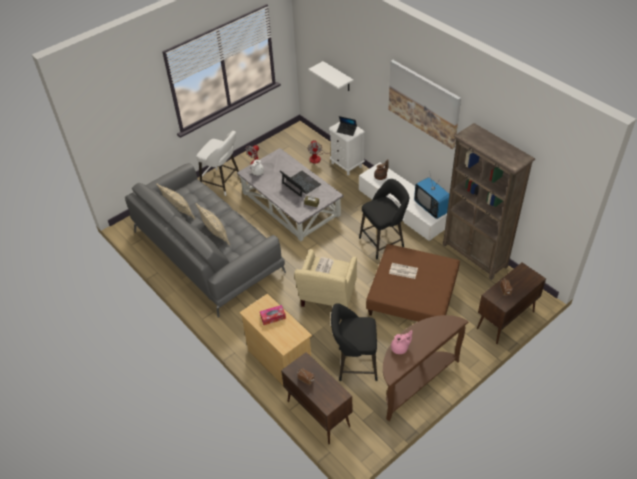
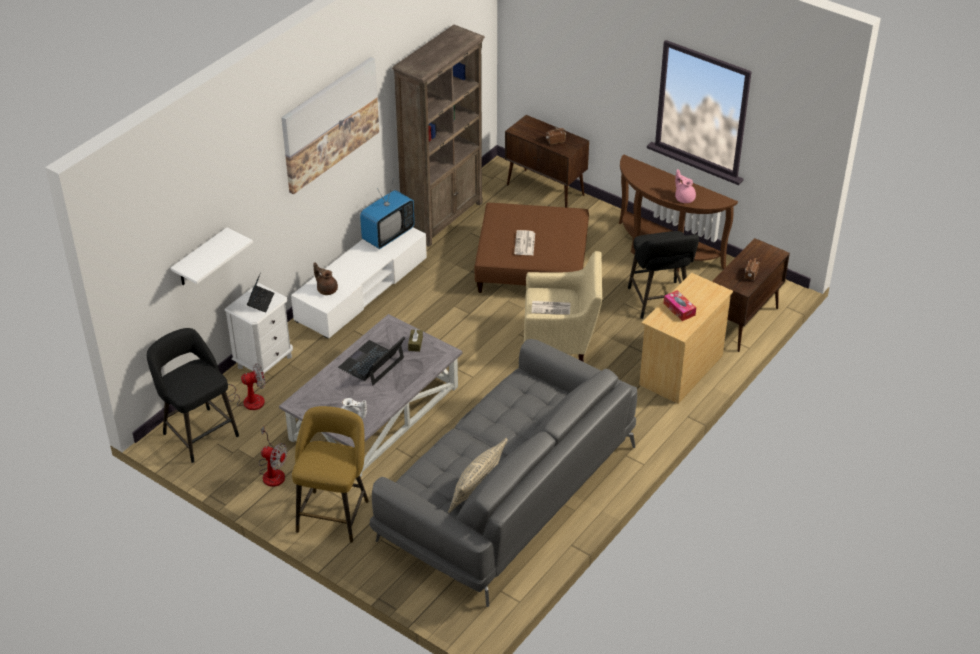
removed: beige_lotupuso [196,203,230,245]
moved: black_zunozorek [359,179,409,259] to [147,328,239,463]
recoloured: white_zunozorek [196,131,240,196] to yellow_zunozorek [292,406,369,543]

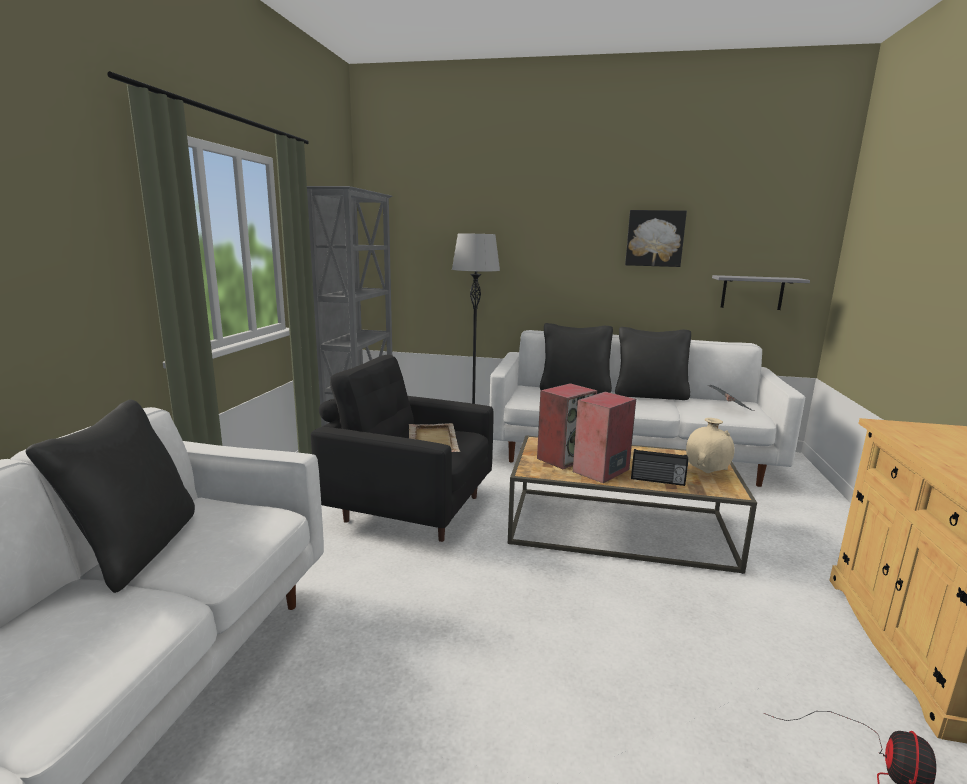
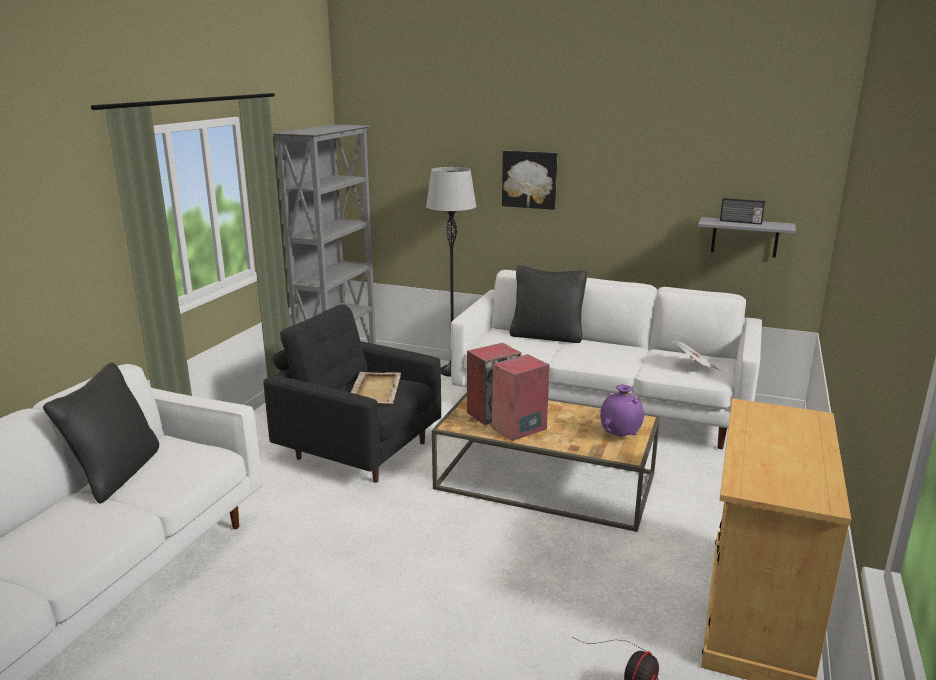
removed: black_lotupuso [615,327,691,400]
moved: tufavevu [625,210,687,267] to [502,151,558,210]; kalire [631,449,689,486] to [720,198,765,225]
recoloured: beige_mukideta [686,418,735,473] to purple_mukideta [600,385,644,437]

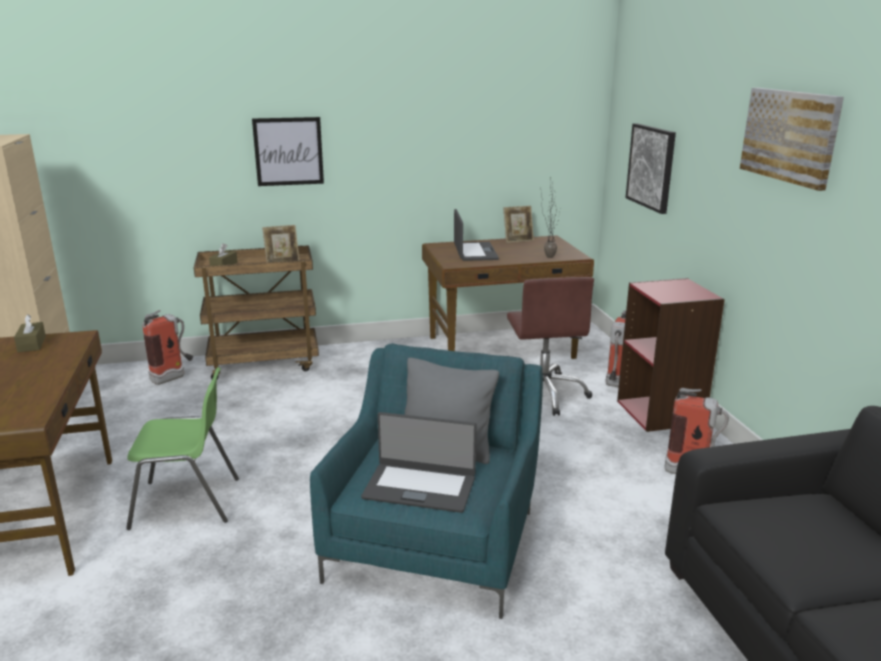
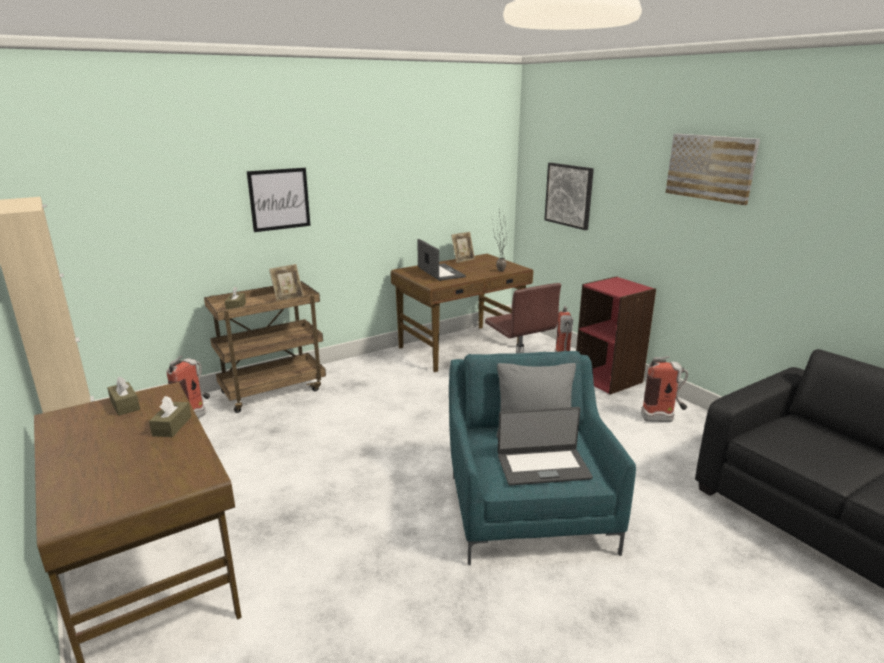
removed: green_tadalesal [126,367,239,530]
added: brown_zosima [149,396,191,437]

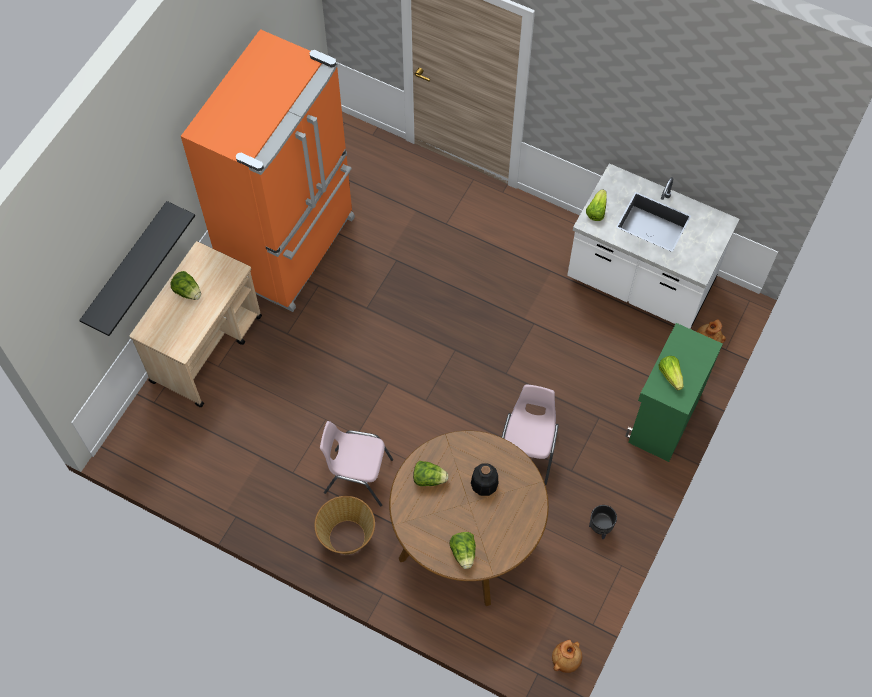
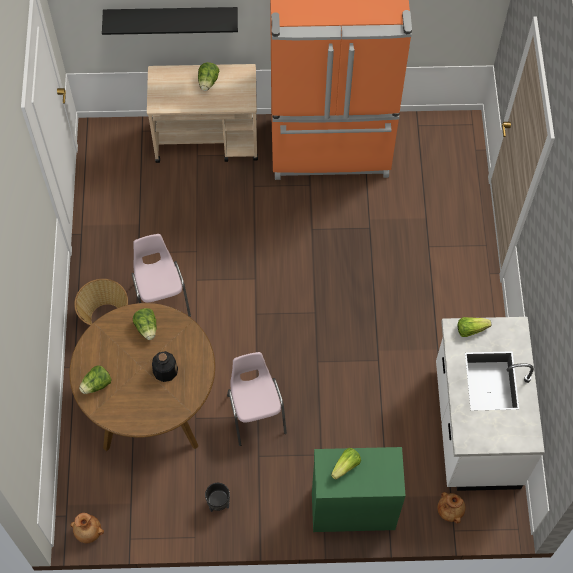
turned: pink_tadalesal [502,384,559,485] = [227,352,287,446] 90 degrees counterclockwise

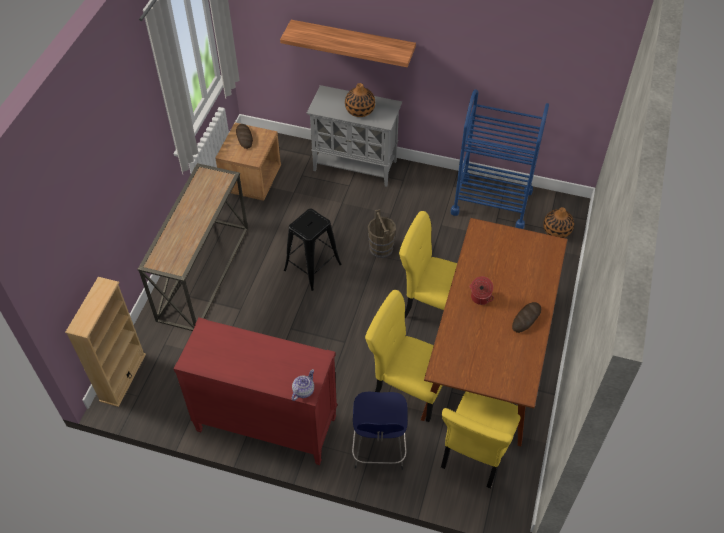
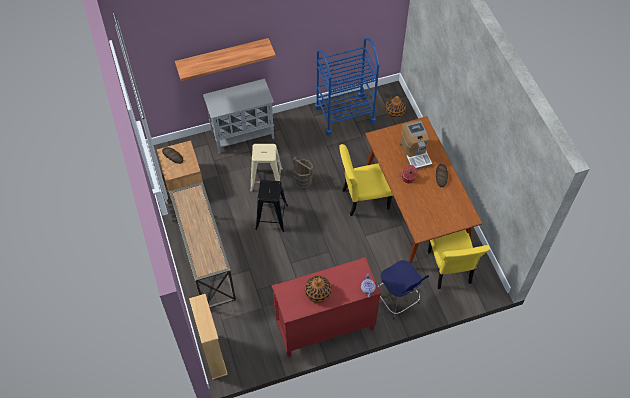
removed: yellow_tadalesal [365,290,443,422]
added: beige_zunozorek [250,144,282,191]; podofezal [399,120,432,170]
moved: mukideta [345,83,375,117] to [305,276,332,303]

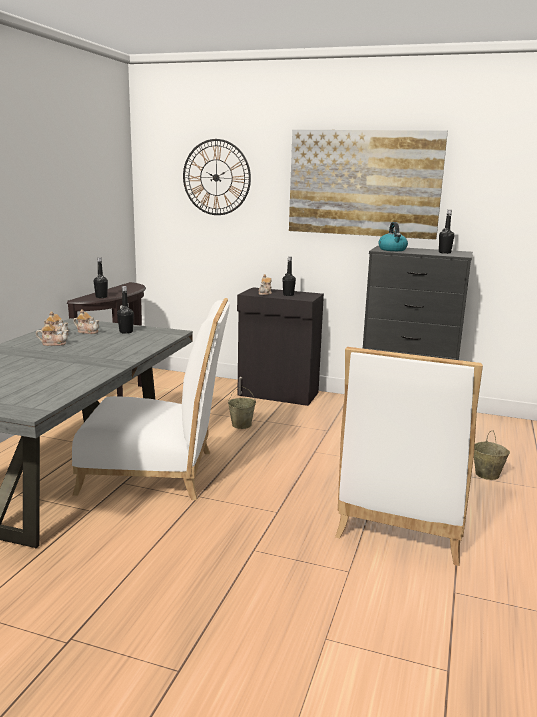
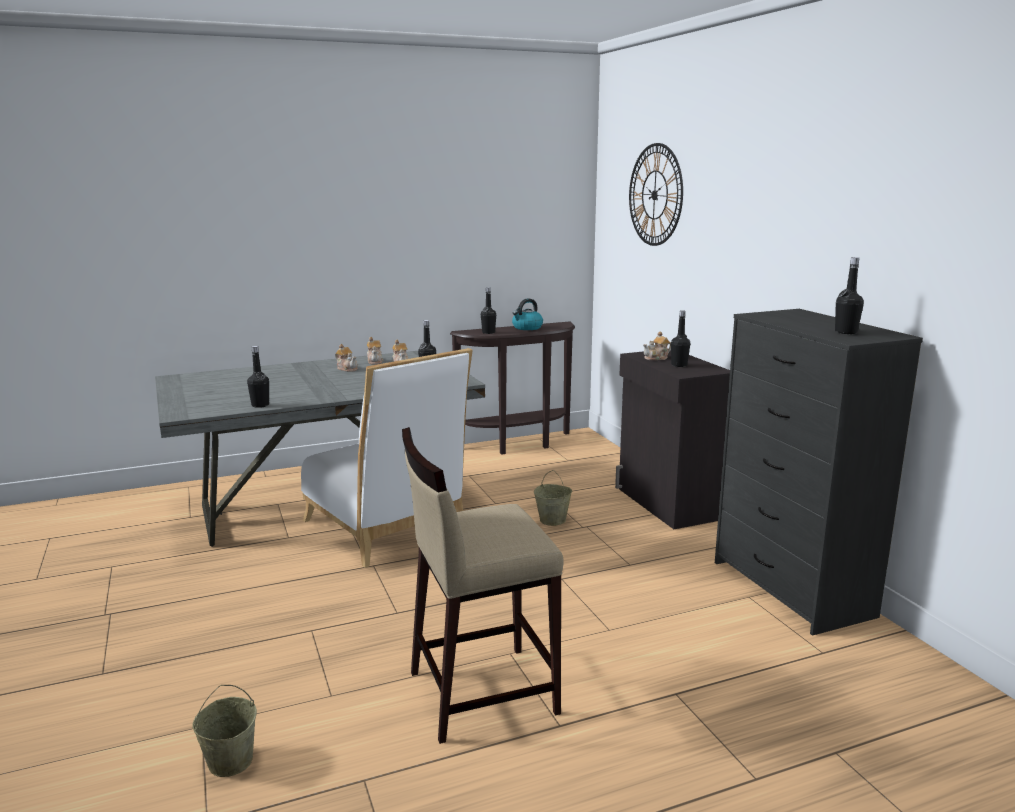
removed: tufavevu [289,130,448,240]
added: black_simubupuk [247,346,269,408]
moved: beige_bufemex [474,431,510,480] to [192,685,257,777]; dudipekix [378,222,408,251] to [512,298,543,330]
replaced: white_tadalesal [335,347,483,566] to beige_zunozorek [402,427,564,744]

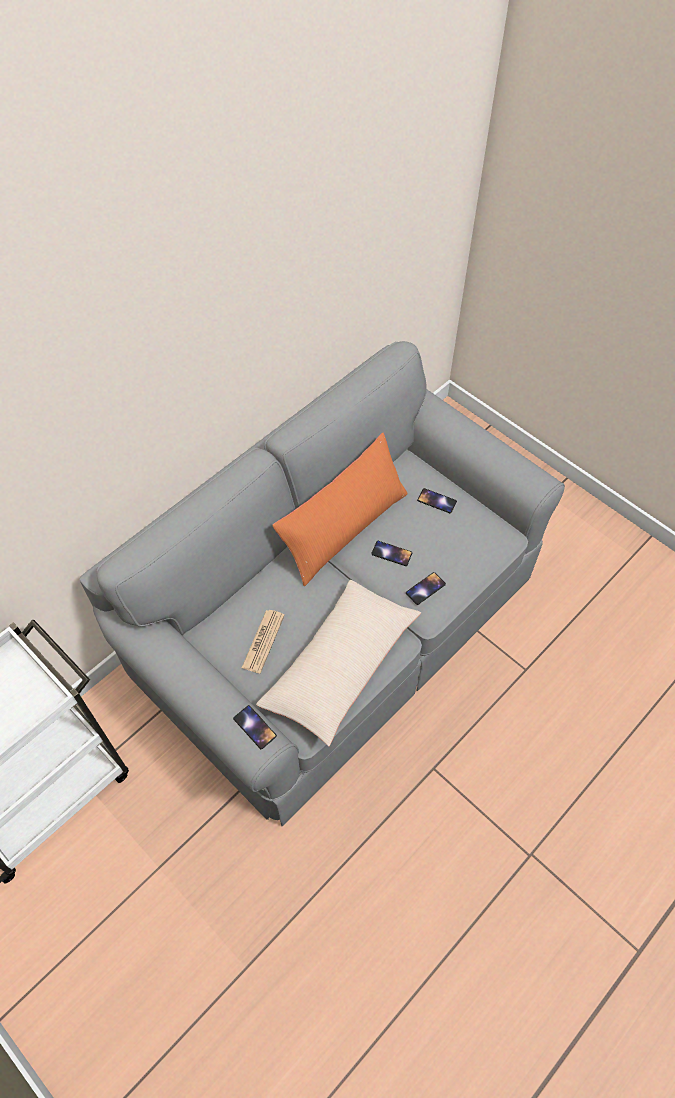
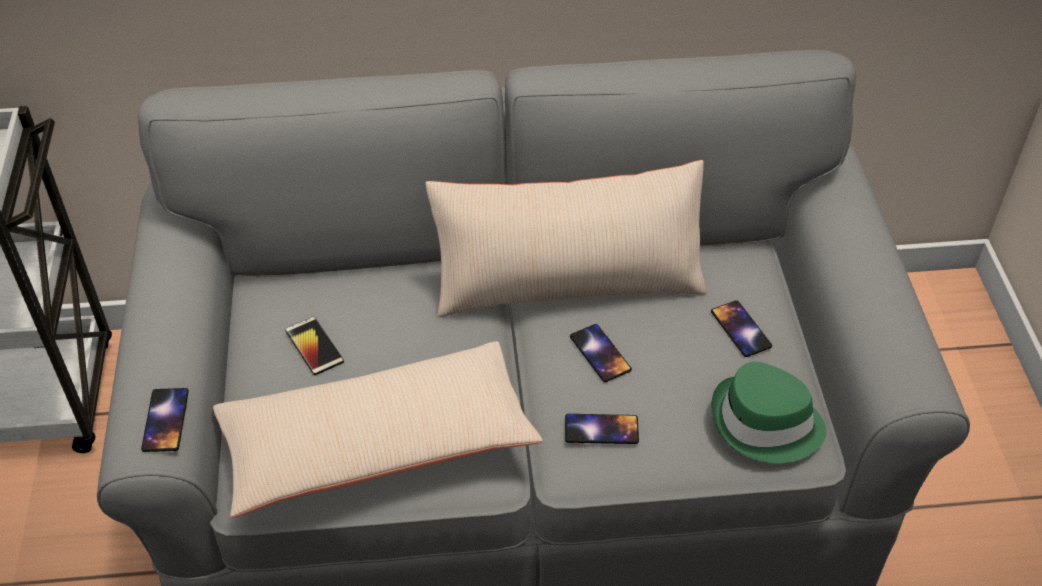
added: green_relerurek [711,362,827,464]
replaced: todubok [242,610,285,673] to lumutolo [285,316,344,375]
recoloured: orange_lotupuso [272,433,408,586] to beige_lotupuso [426,160,706,317]

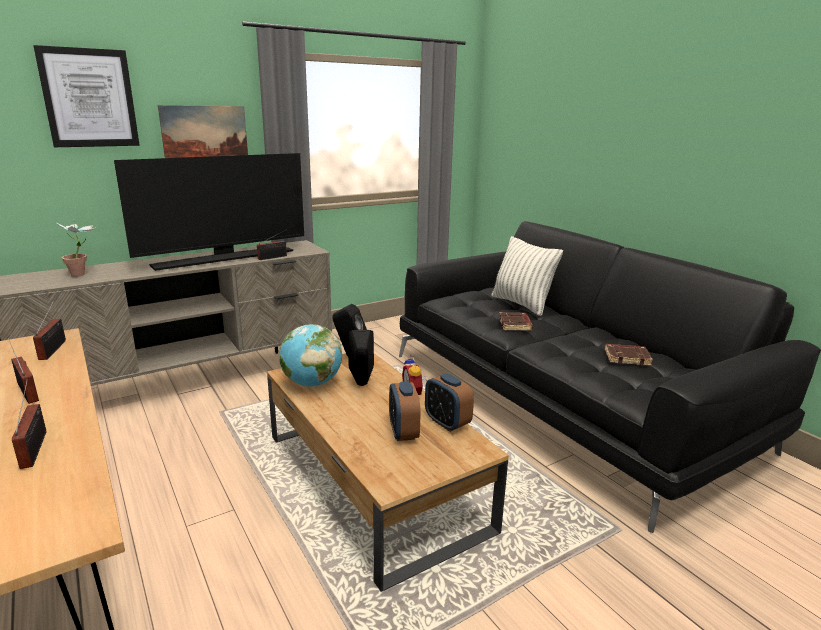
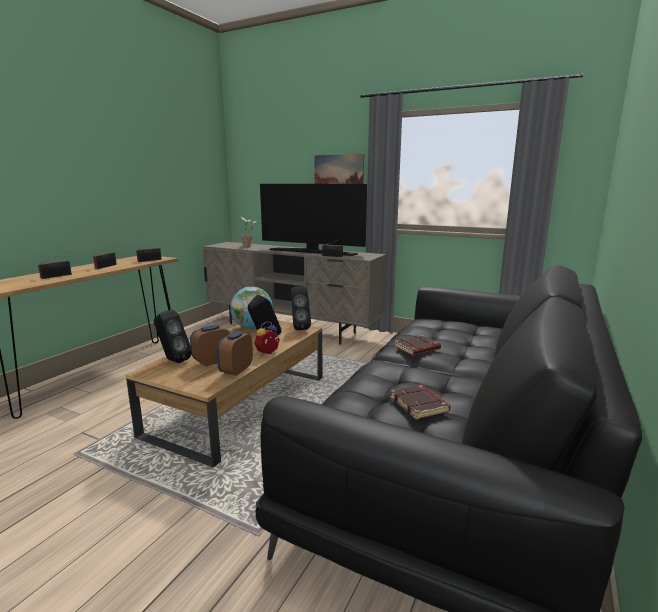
removed: tufavevu [33,45,140,147]; lotupuso [491,236,563,316]
added: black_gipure [154,310,192,363]

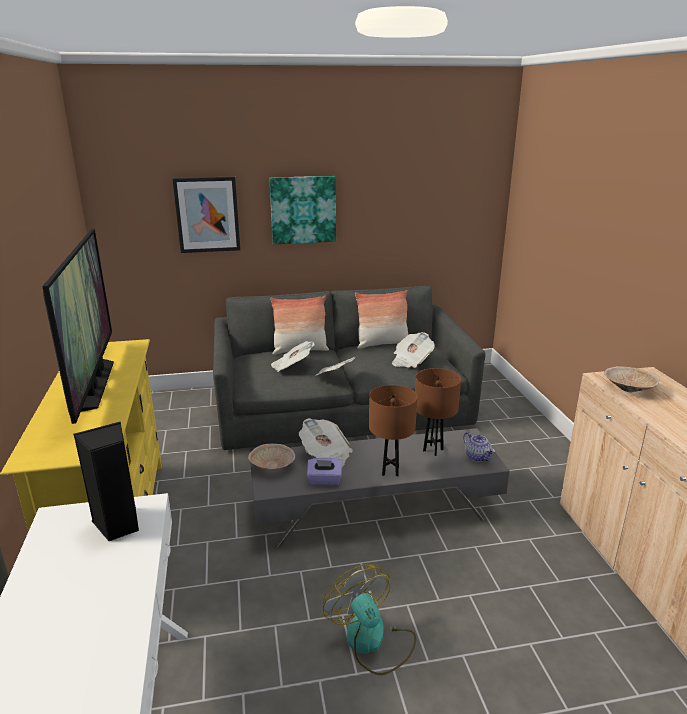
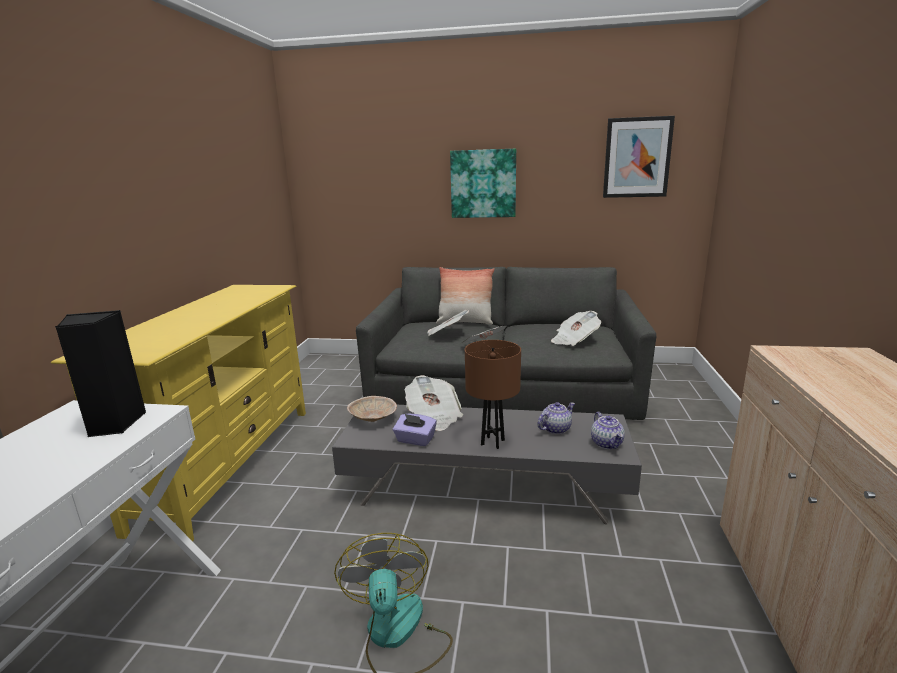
removed: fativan [42,229,114,424]; lotupuso [355,290,408,349]; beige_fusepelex [604,366,659,392]
moved: tufavevu [172,176,240,253] to [603,116,675,198]
replaced: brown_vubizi [415,368,461,456] to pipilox [537,402,575,434]

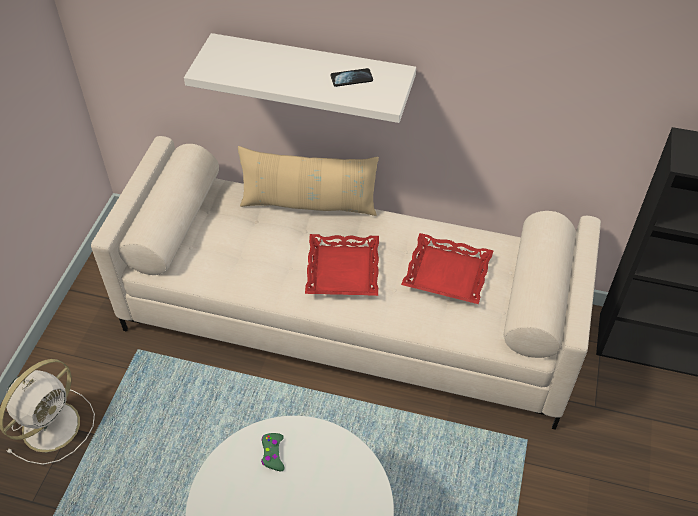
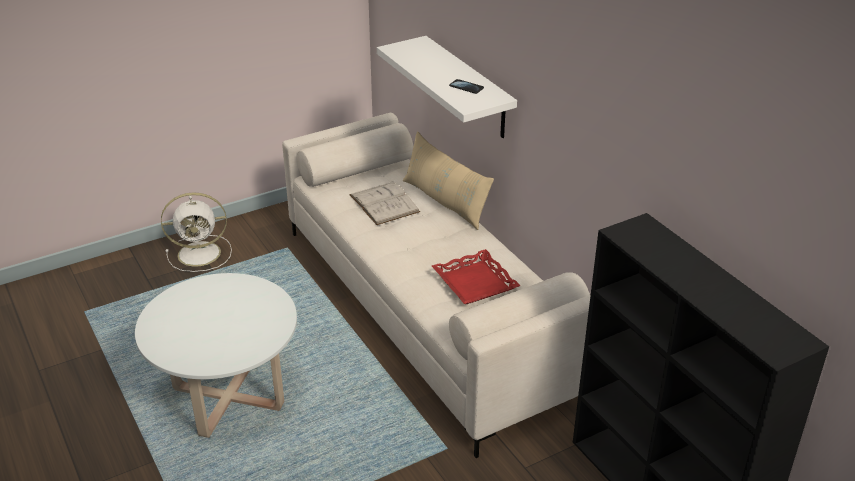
removed: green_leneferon [261,433,285,471]; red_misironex [305,234,379,296]
added: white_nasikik [349,181,420,225]

